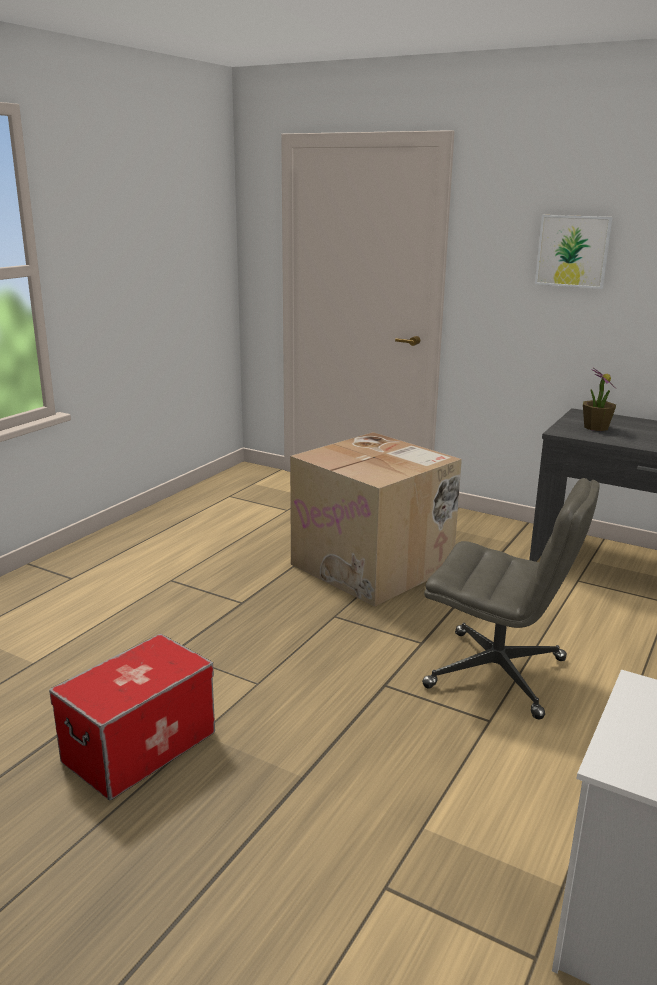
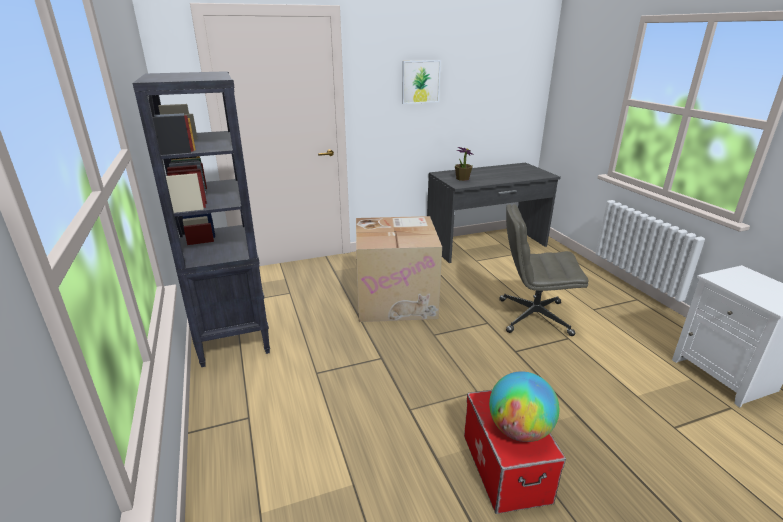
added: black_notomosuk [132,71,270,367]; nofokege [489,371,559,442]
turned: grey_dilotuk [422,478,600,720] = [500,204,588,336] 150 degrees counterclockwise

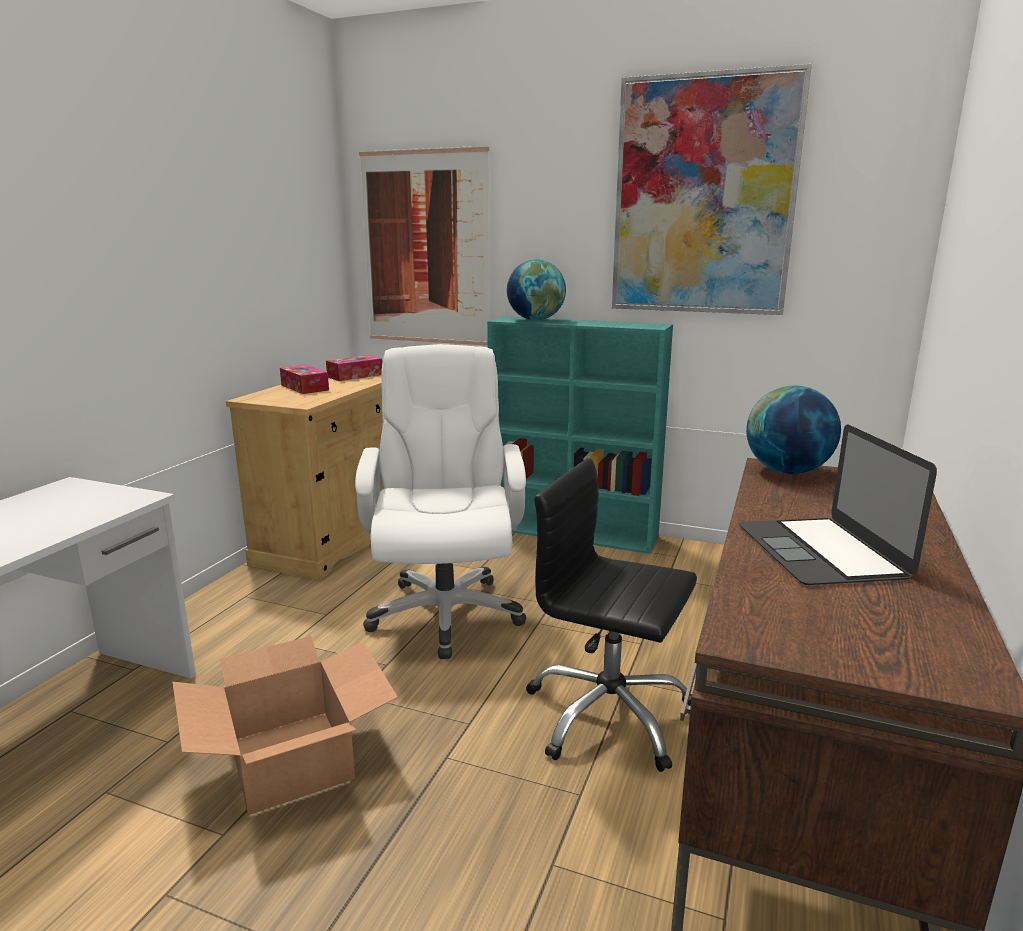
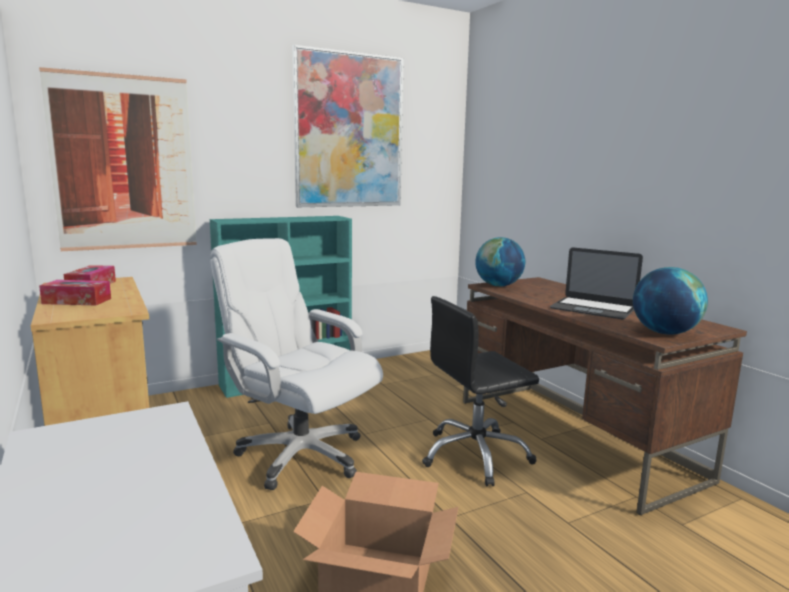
moved: nofokege [507,260,566,320] to [633,267,708,335]

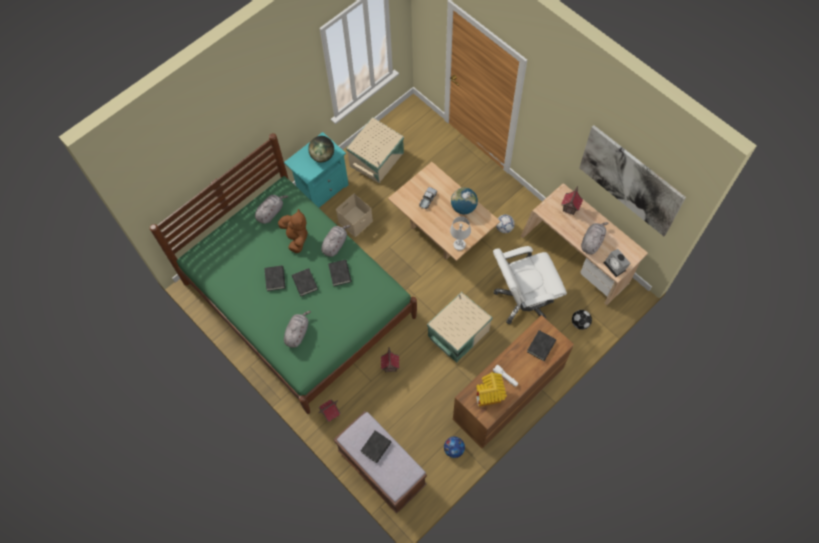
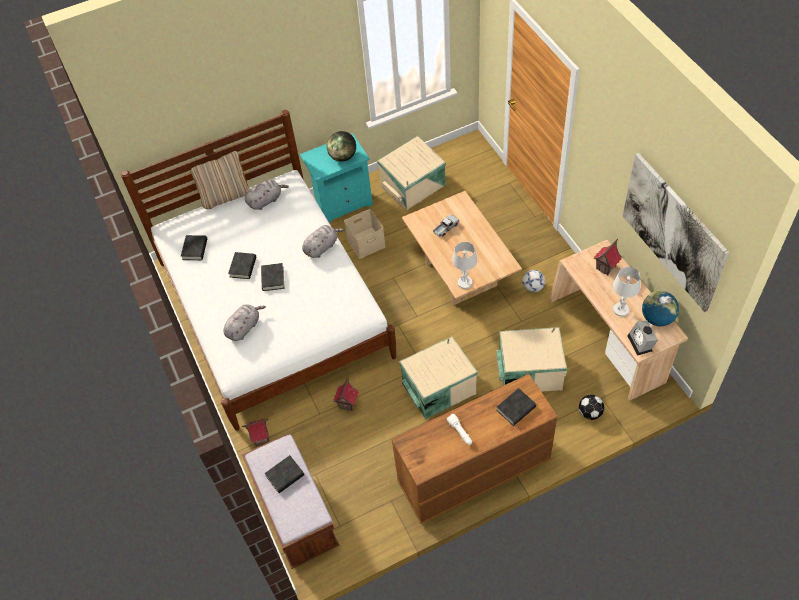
removed: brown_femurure [278,209,308,253]; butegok [444,437,465,458]; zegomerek [476,372,507,407]
added: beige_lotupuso [190,151,250,209]
moved: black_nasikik [328,260,351,286] to [181,235,207,260]; nofokege [451,188,478,214] to [642,291,679,326]
replaced: white_dilotuk [493,246,567,324] to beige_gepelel [496,327,567,392]; grey_femurure [581,222,608,254] to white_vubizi [613,267,640,316]
recoloured: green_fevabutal [150,133,417,414] to white_fevabutal [121,110,396,431]

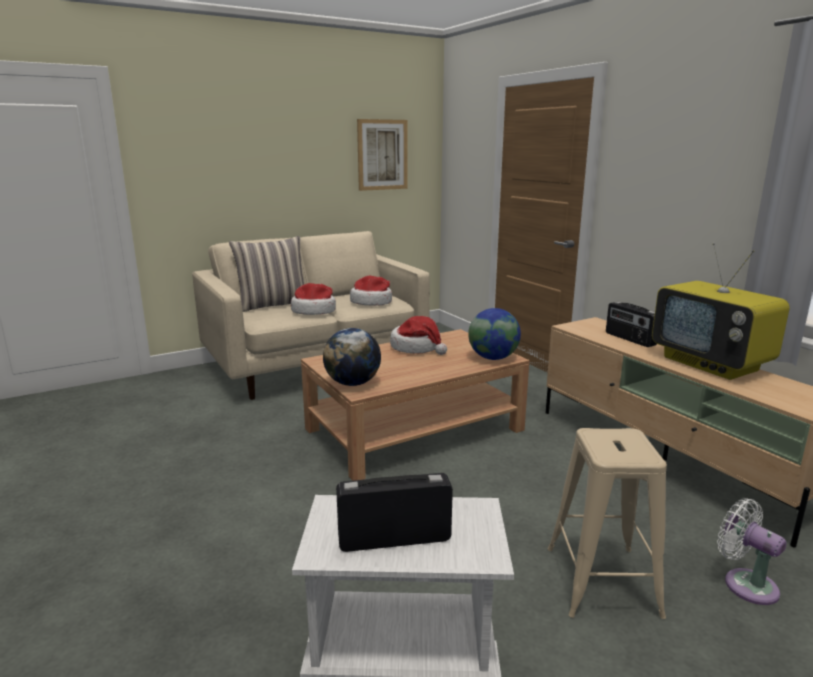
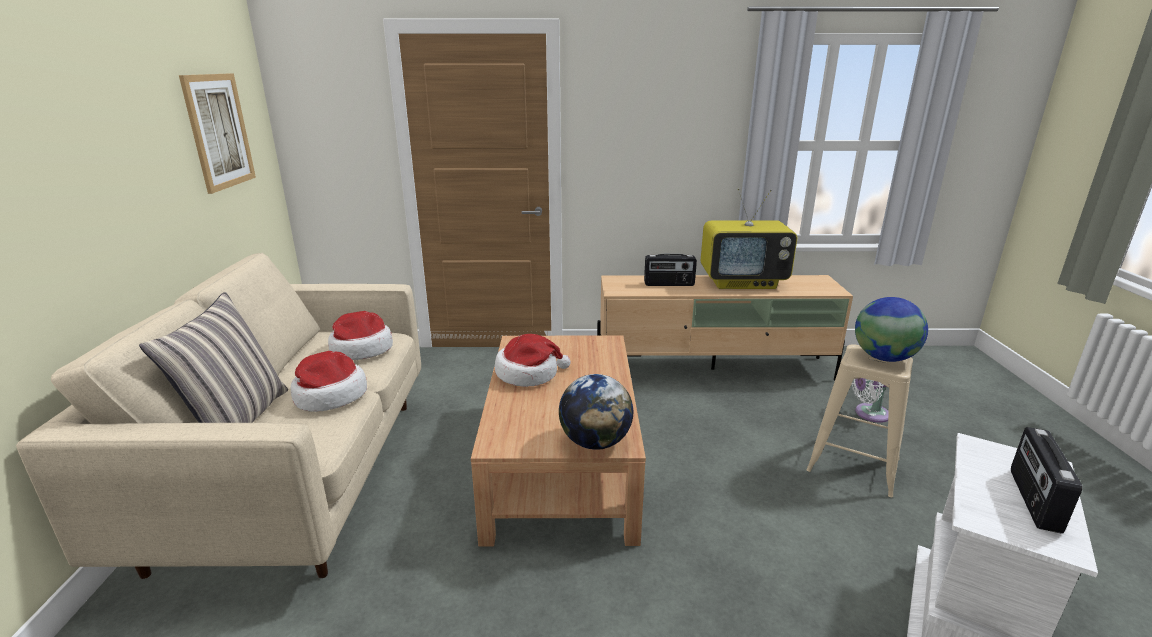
moved: nofokege [468,308,521,360] to [855,297,928,362]

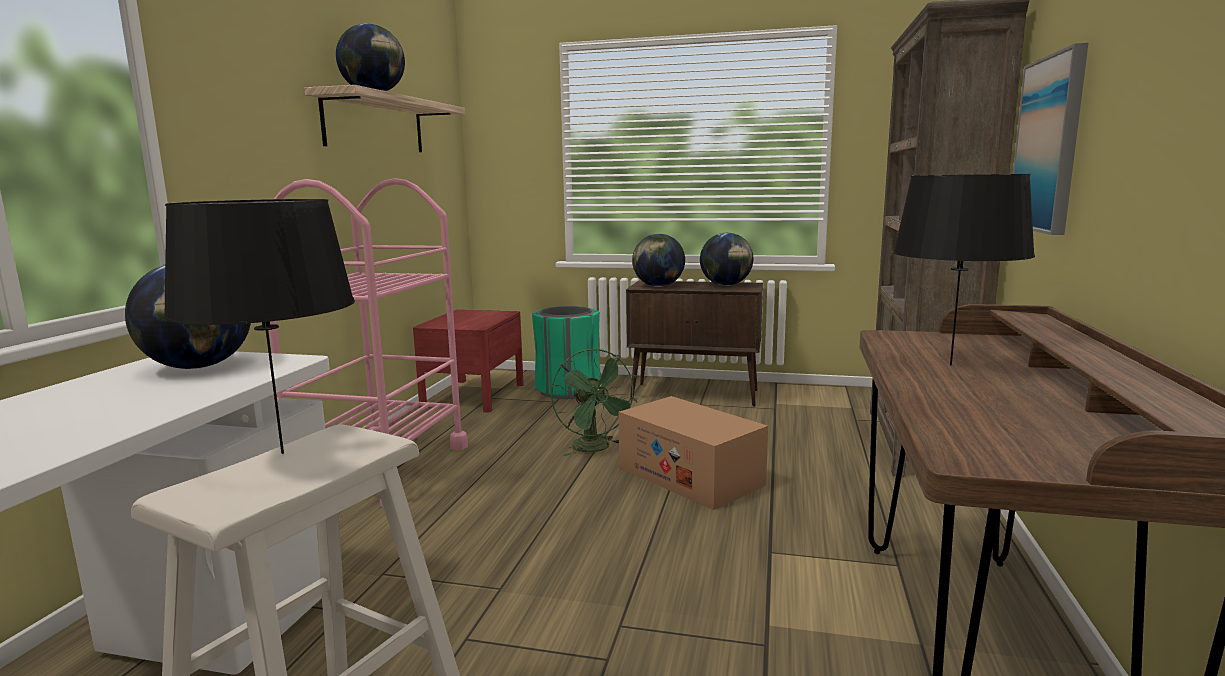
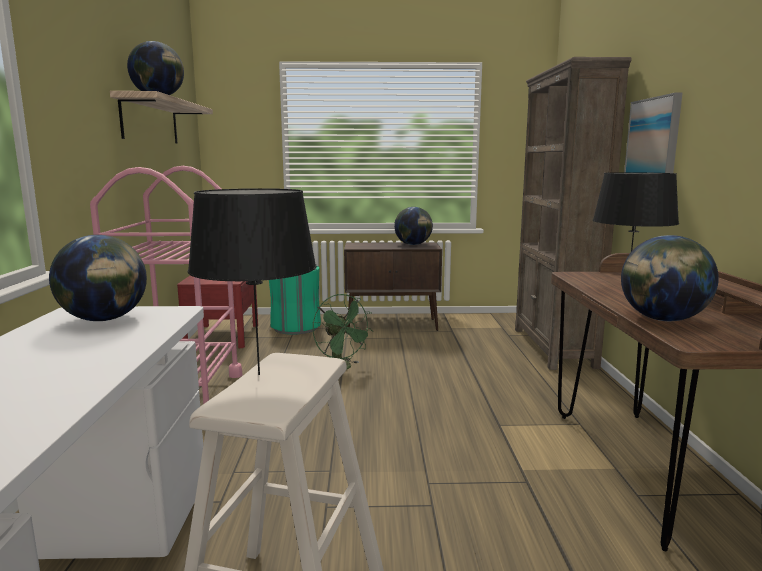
removed: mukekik [619,396,768,510]
moved: nofokege [632,234,685,287] to [621,235,719,321]

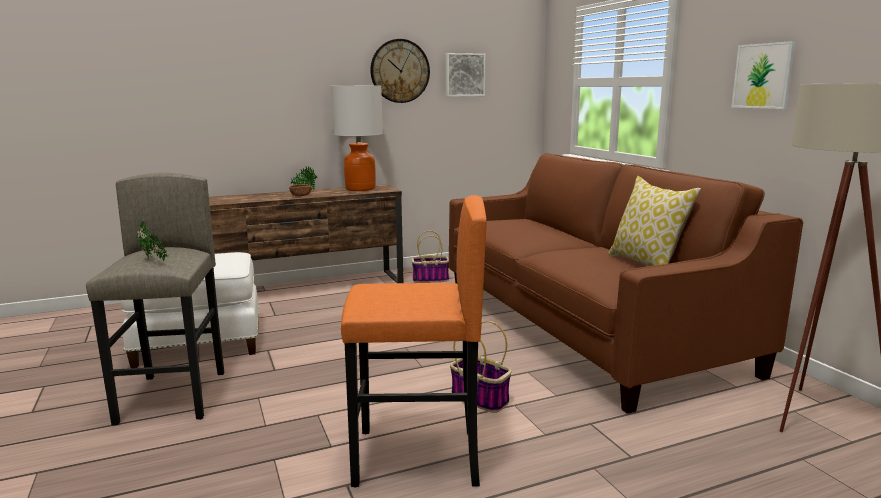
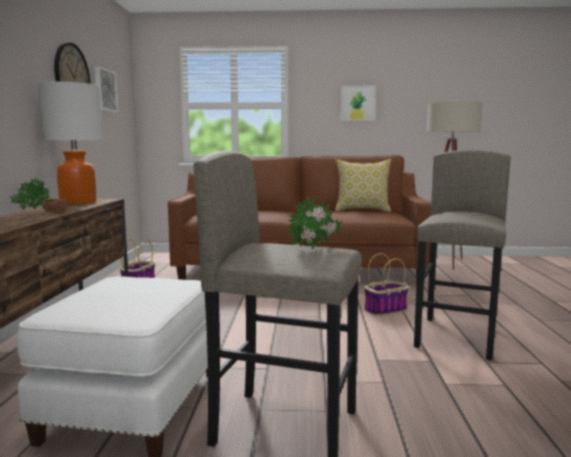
recoloured: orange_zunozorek [341,195,487,488] to grey_zunozorek [414,149,511,361]

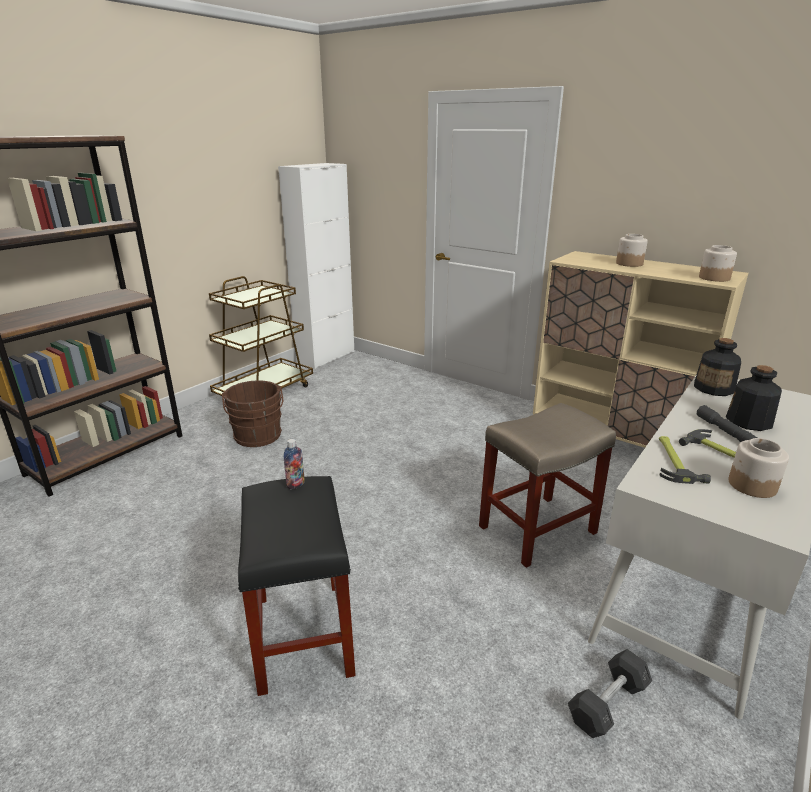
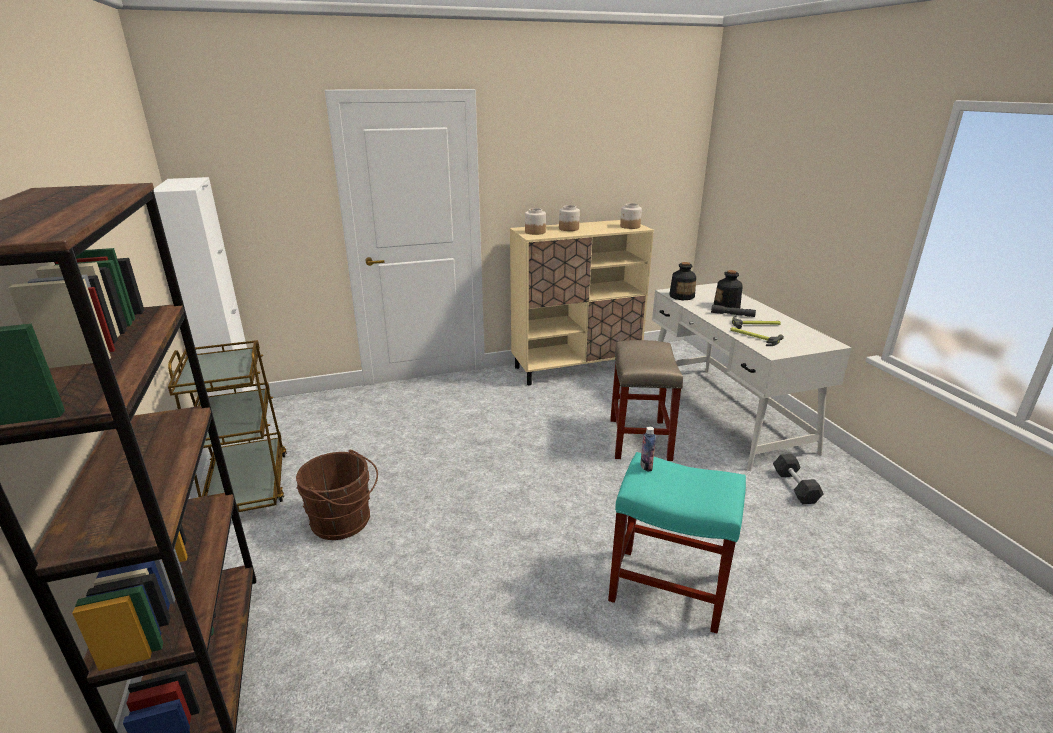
moved: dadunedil [728,438,789,498] to [525,208,546,235]
recoloured: black_zunozorek [238,476,356,696] to turquoise_zunozorek [608,452,746,633]

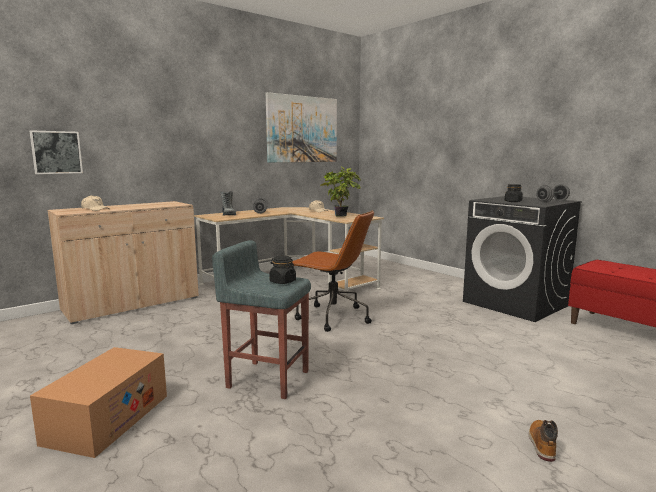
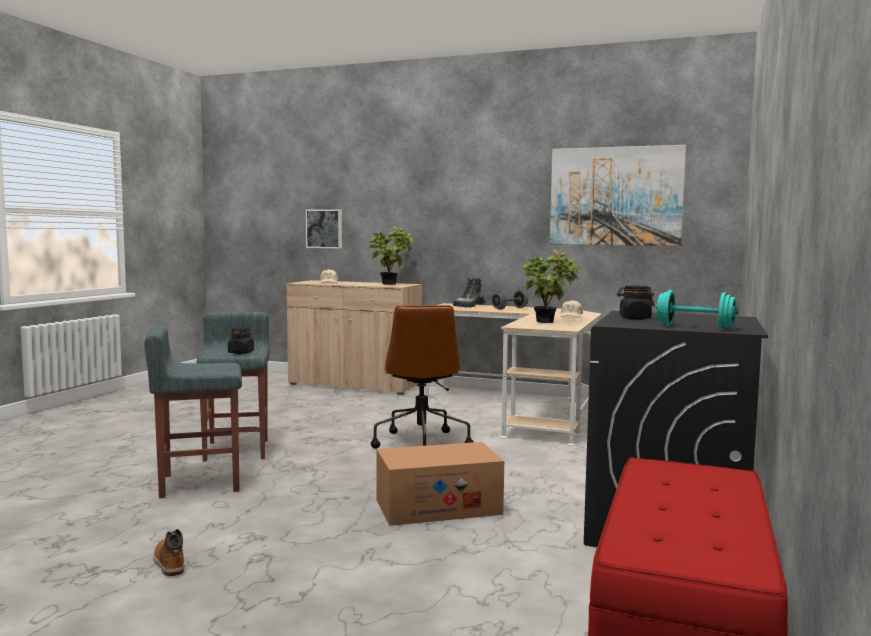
added: grey_zunozorek [144,326,242,498]; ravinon [369,226,415,285]
moved: mukekik [30,347,167,458] to [377,442,504,526]
recoloured: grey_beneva [536,184,570,203] to turquoise_beneva [656,290,738,329]
turned: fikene [529,420,558,462] = [153,529,184,576] 105 degrees counterclockwise

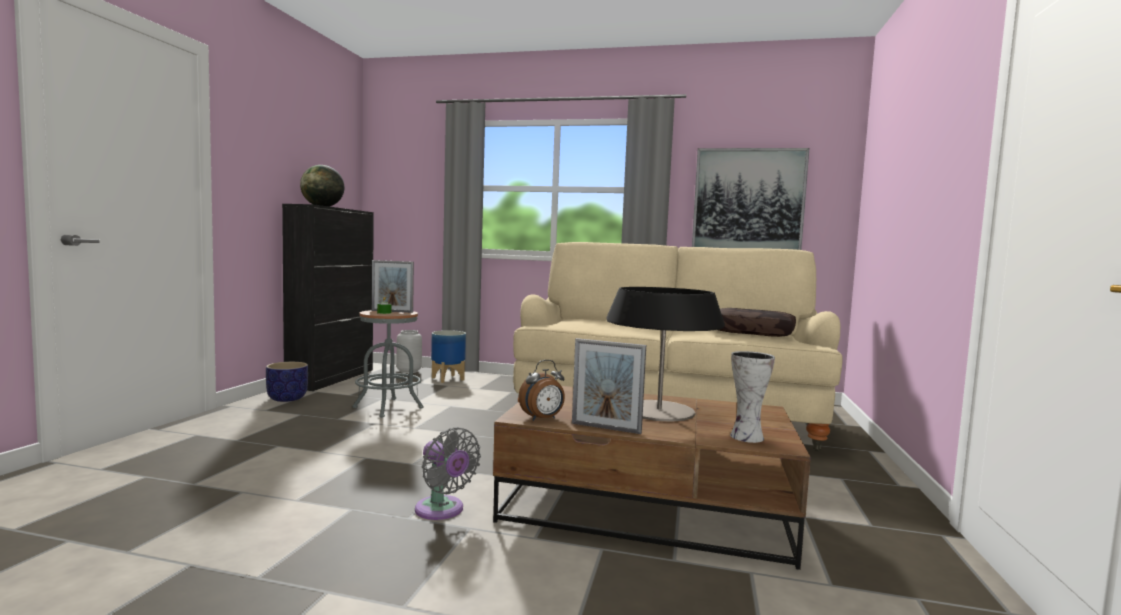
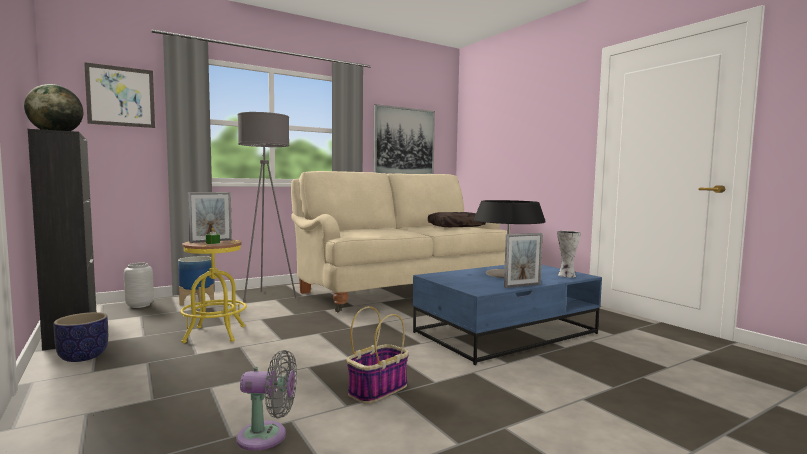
removed: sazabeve [518,360,565,421]
added: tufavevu [84,62,155,128]; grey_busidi [238,112,297,303]; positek [346,306,409,404]
moved: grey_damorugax [415,427,481,520] to [236,350,297,451]
recoloured: grey_zunozorek [352,310,424,418] to yellow_zunozorek [180,240,247,343]; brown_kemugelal [493,386,811,570] to blue_kemugelal [413,265,602,365]

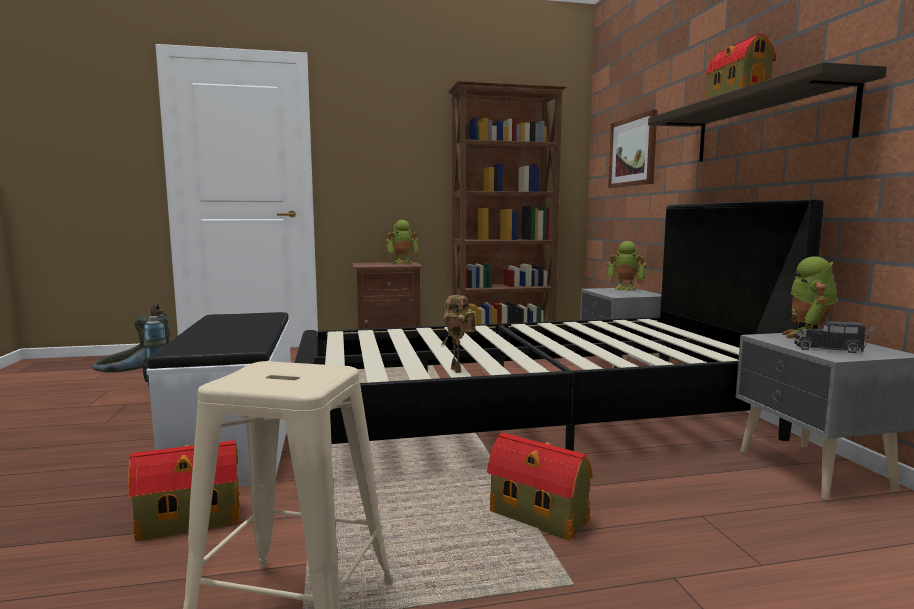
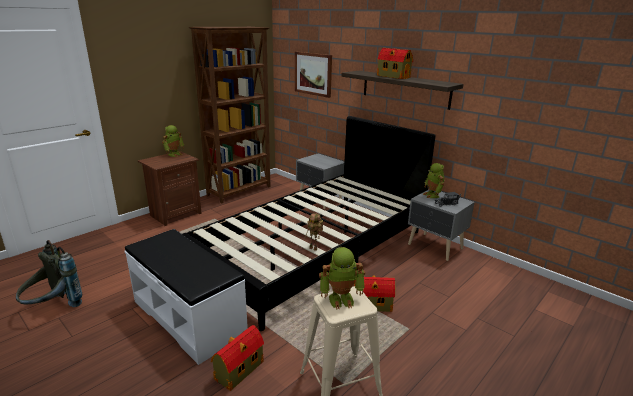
moved: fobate [607,241,647,291] to [319,247,365,310]

